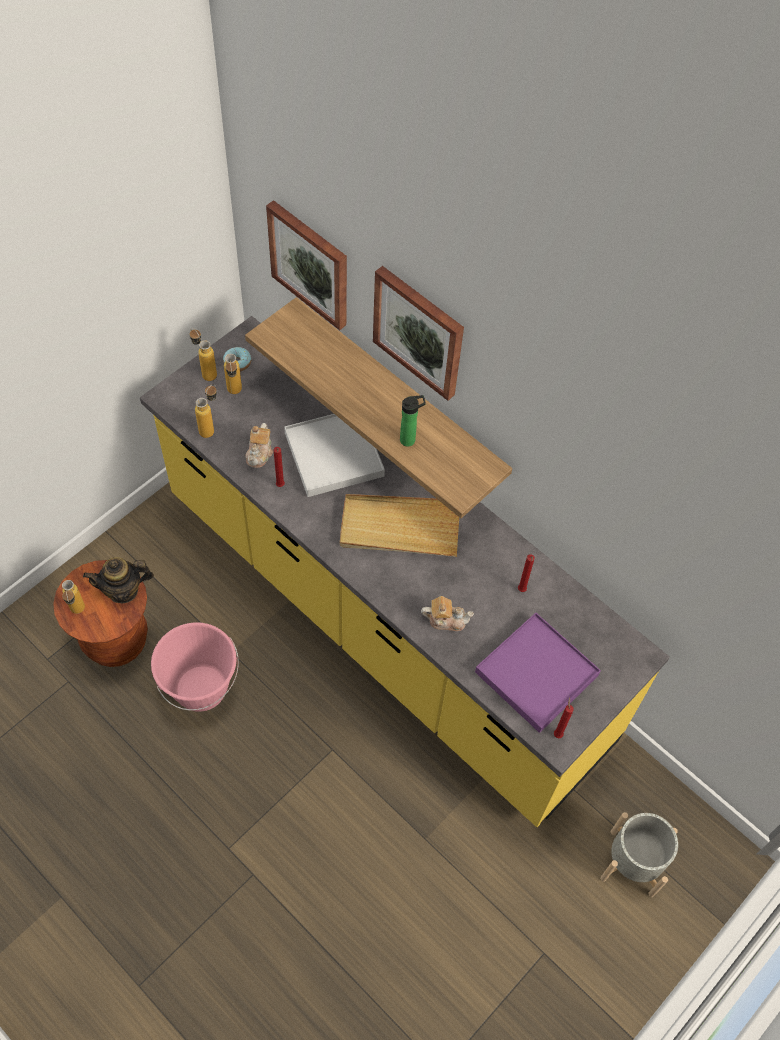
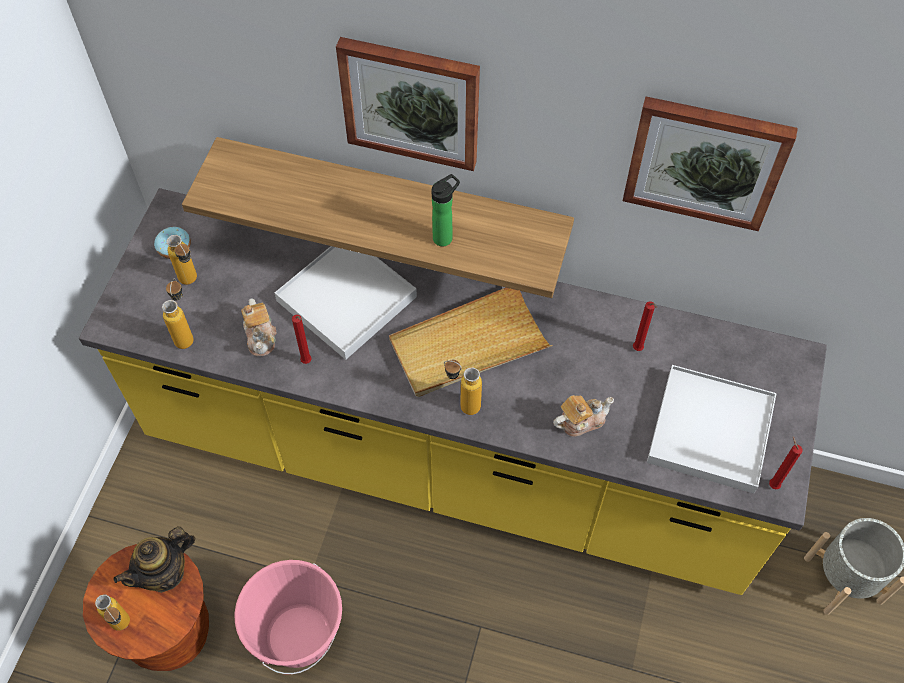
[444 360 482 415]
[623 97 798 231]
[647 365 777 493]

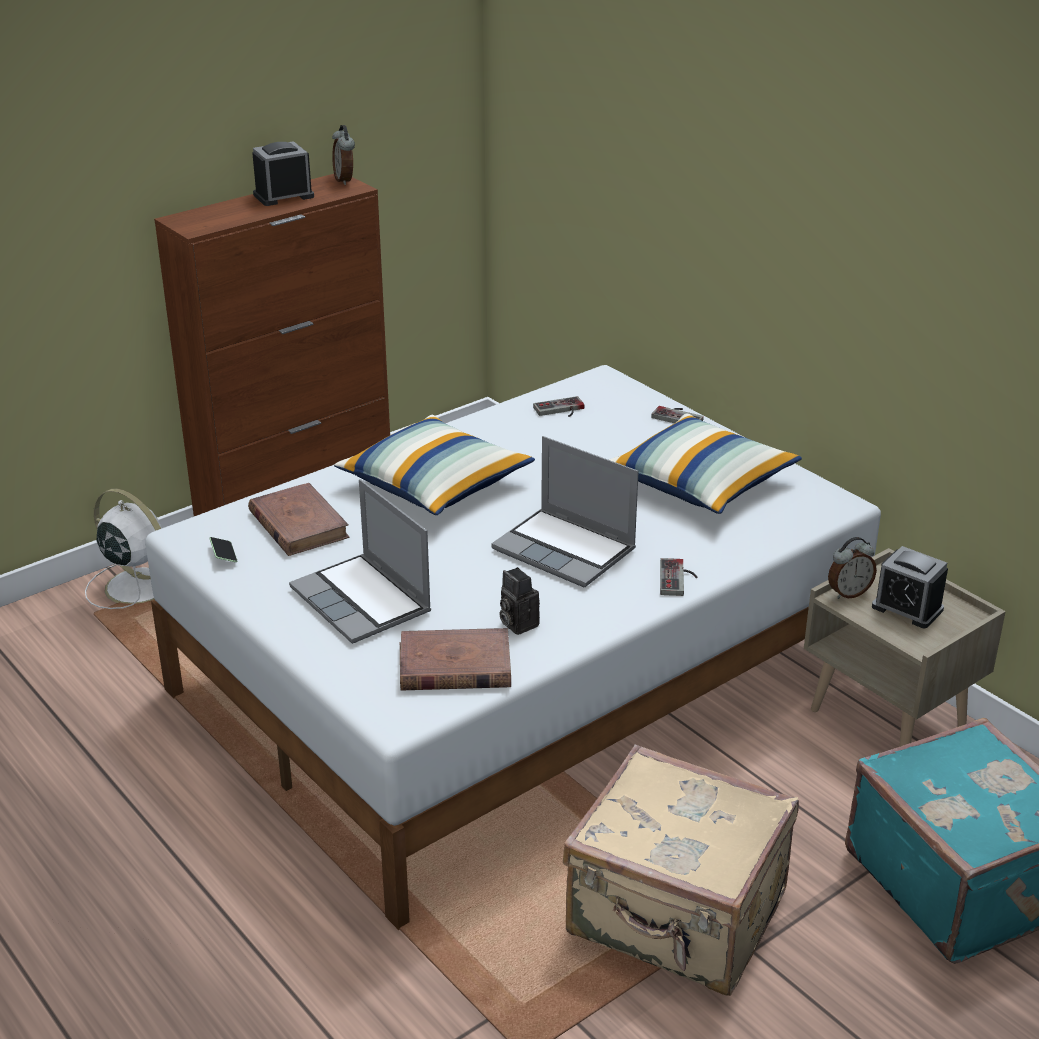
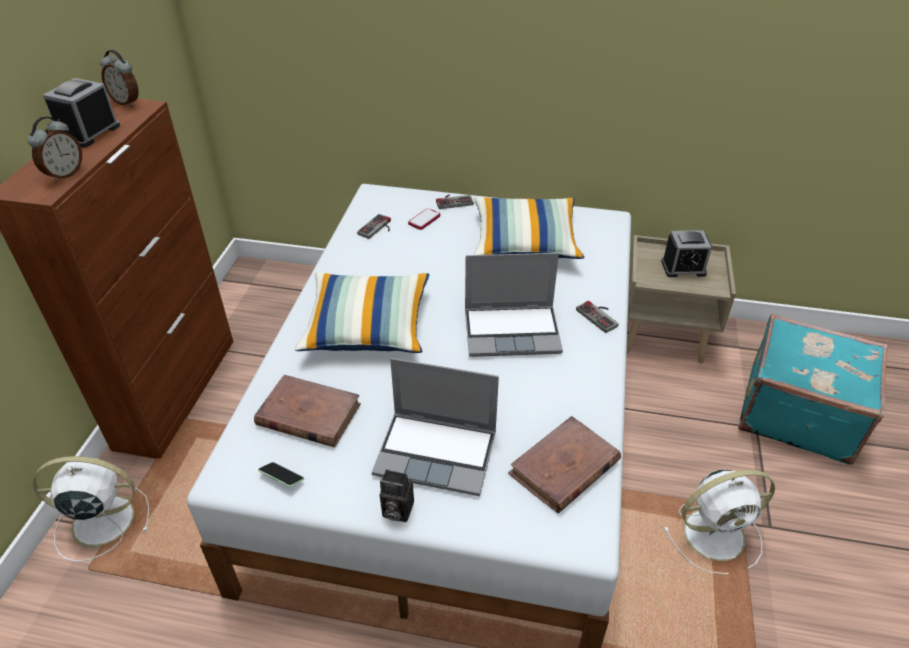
[28 117 82 182]
[380 469 414 522]
[408 208 440 230]
[663 470 775 574]

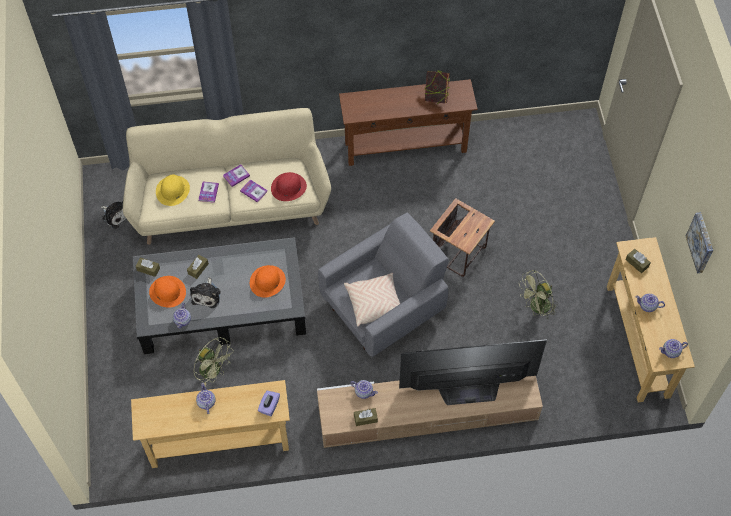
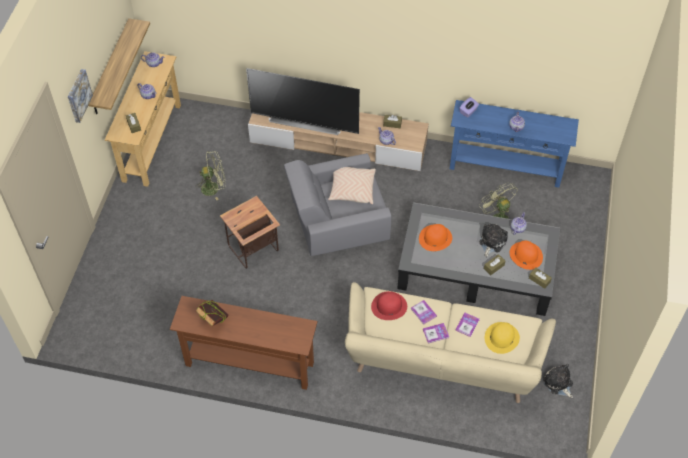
[68 69 93 123]
[88 18 150 114]
[450 100 579 188]

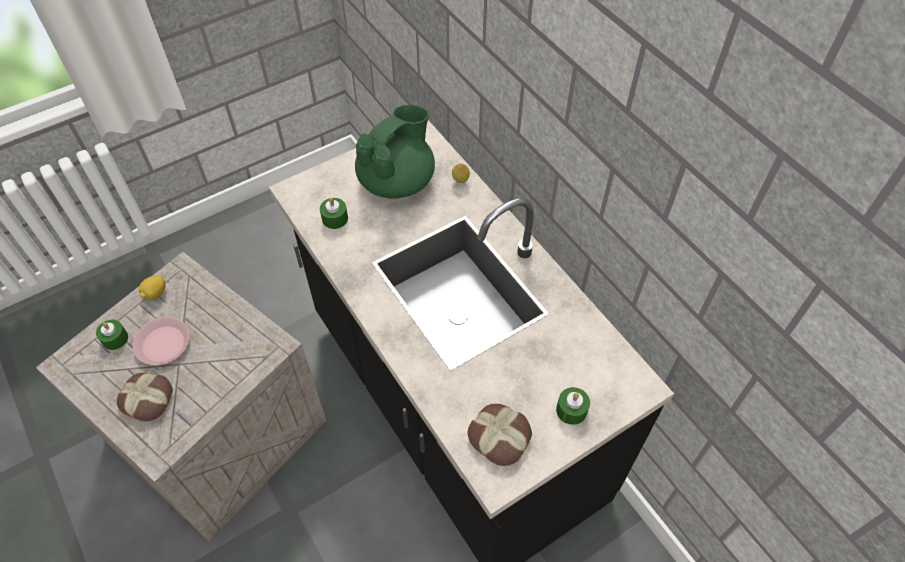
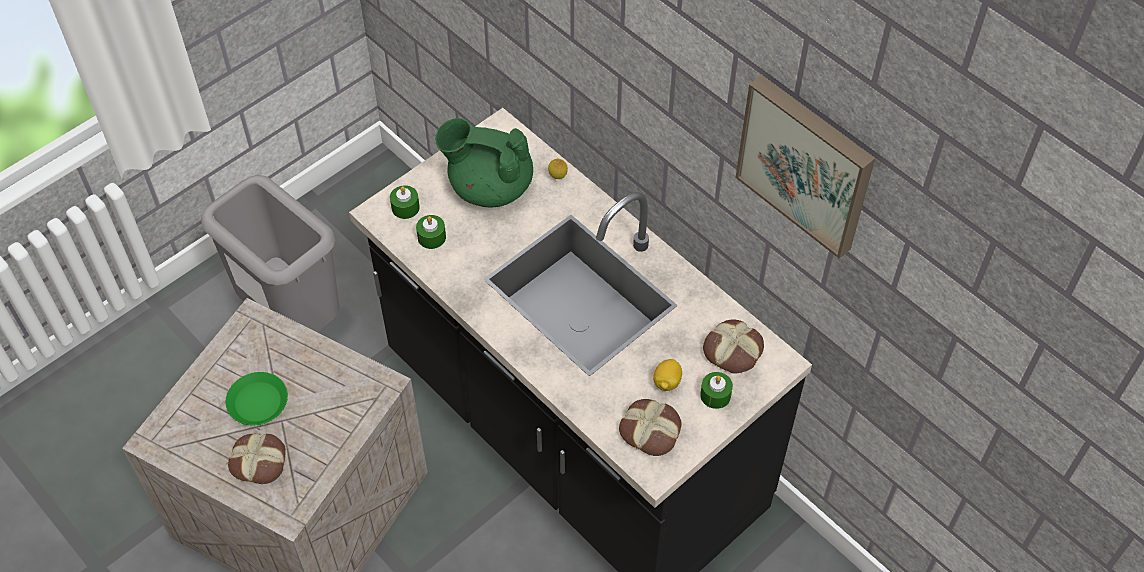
[201 175 340 332]
[226 372 288 425]
[390 185 420 219]
[435 118 533 207]
[653 359 682 391]
[703 319 764 374]
[735 75 875 259]

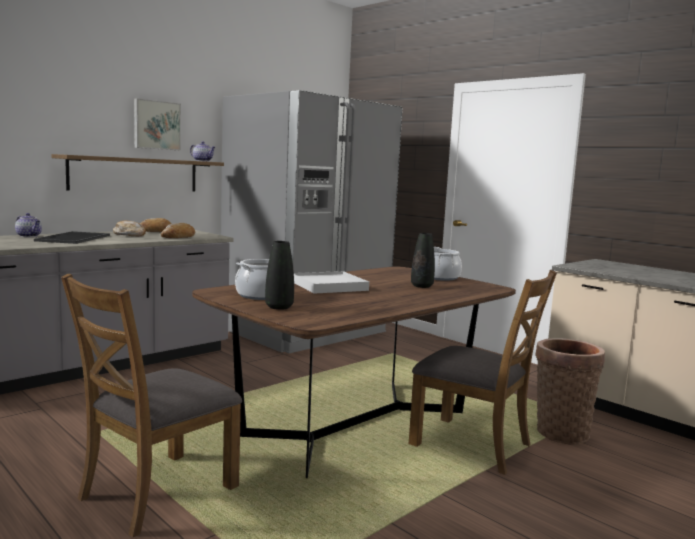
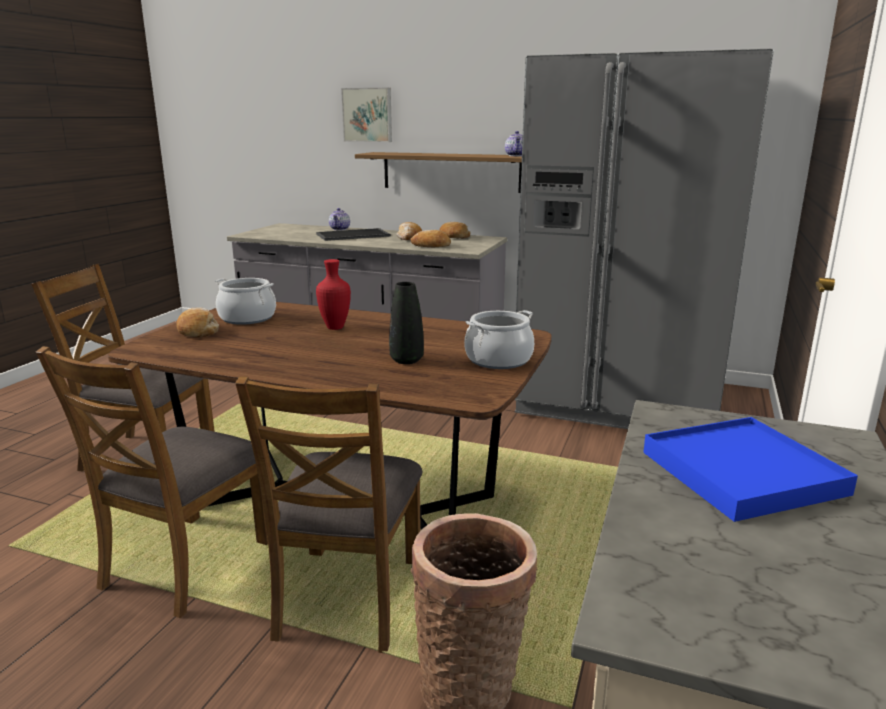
[36 346 268 618]
[176 307 219 338]
[316 259 351 330]
[341 88 392 142]
[644 417 858 522]

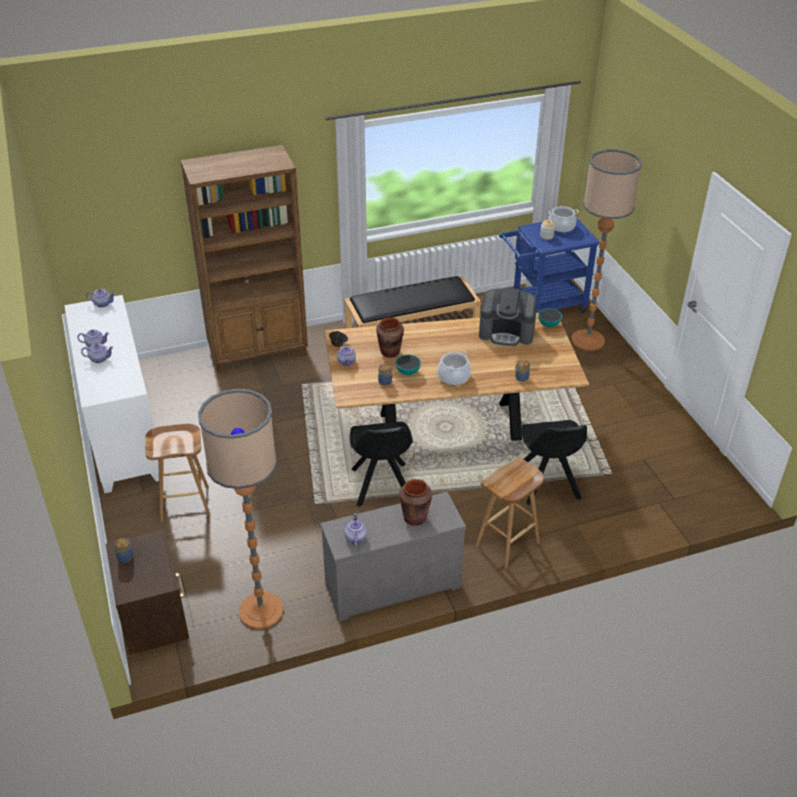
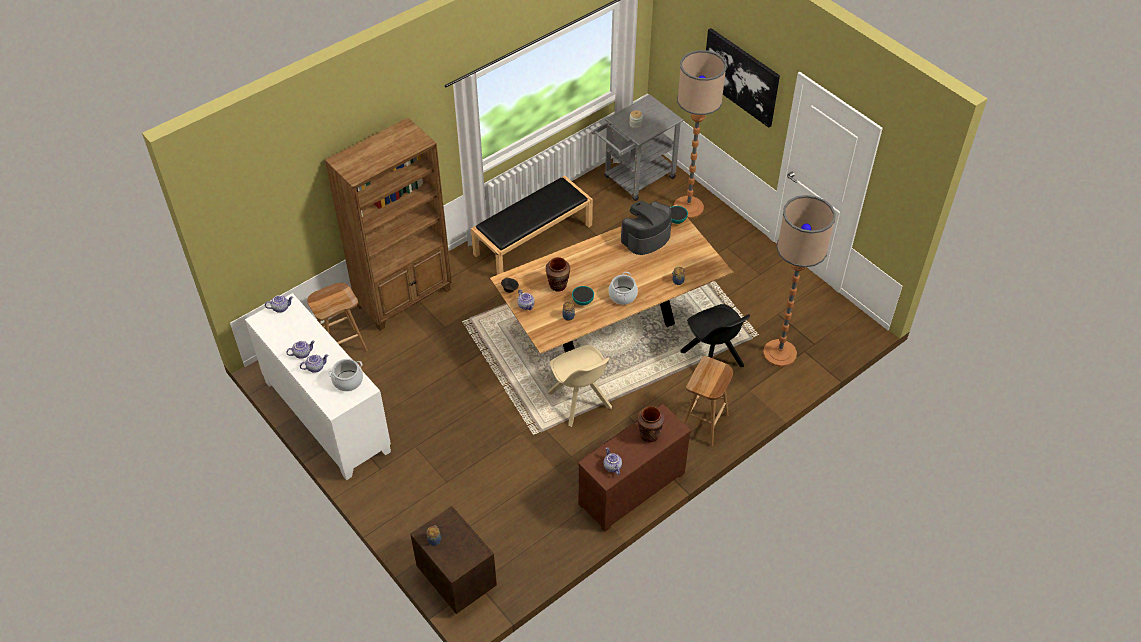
[307 283 367 351]
[328 359 363 391]
[548 345 612 427]
[578 404 691 532]
[592 95 684 201]
[621 200 672 255]
[706 28 780 128]
[763 195 836 367]

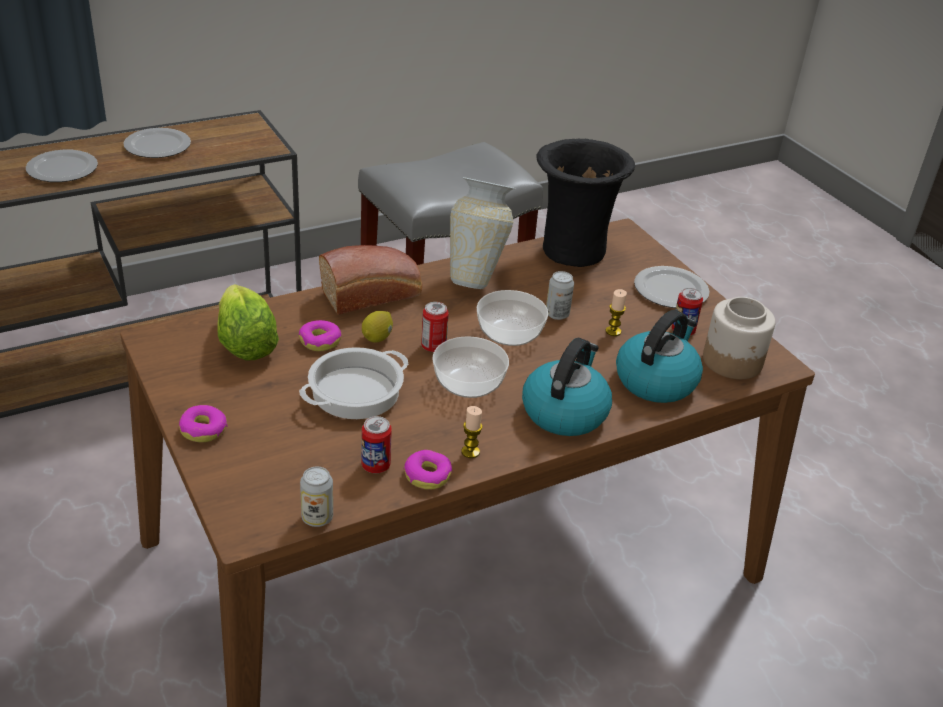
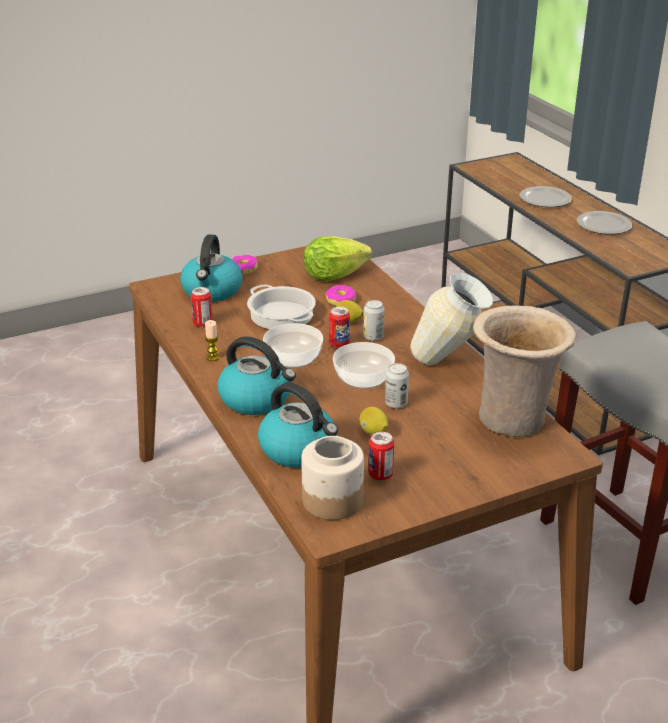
[180 234 242 302]
[360 407 388 435]
[363 300 385 341]
[473 306 576 437]
[319 245 422 315] (first image)
[403 450 452 490] (first image)
[634 266 710 308] (first image)

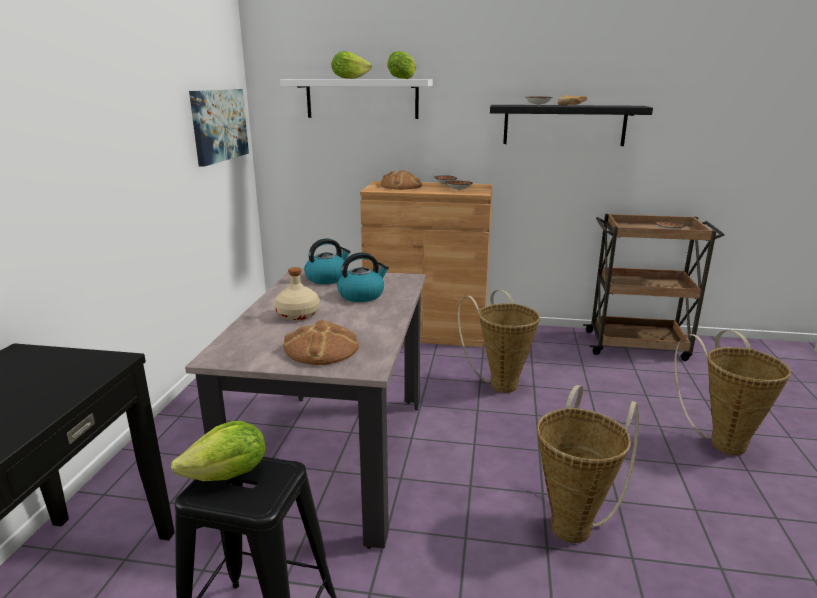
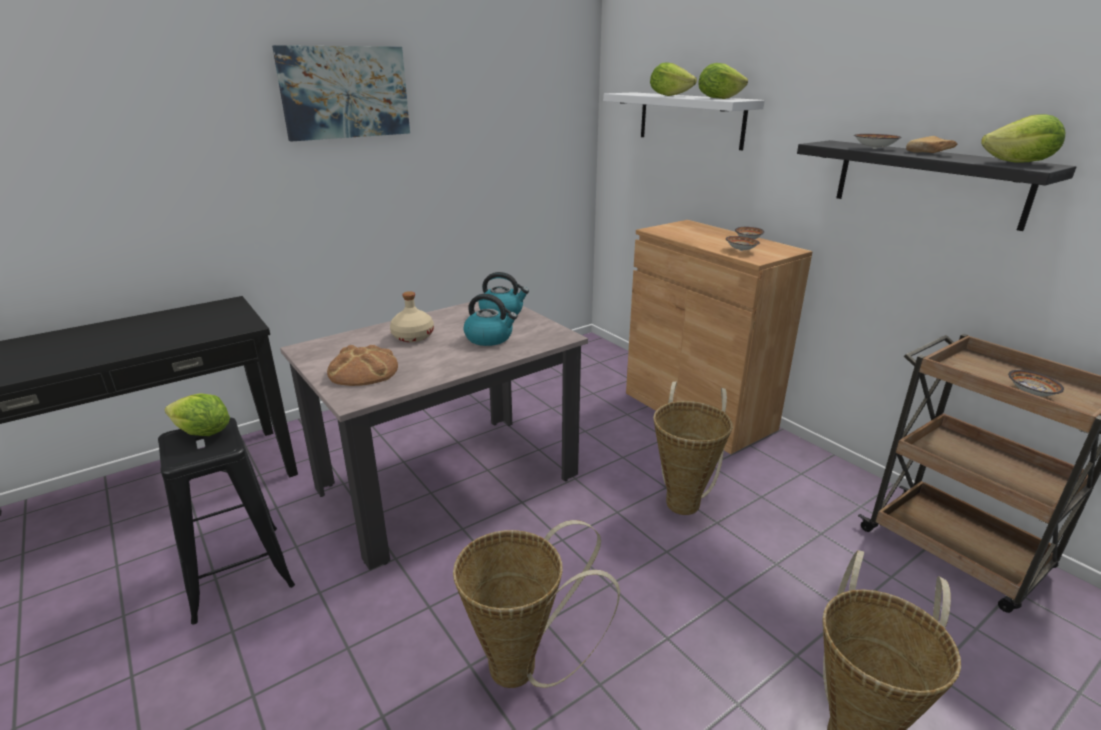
[272 45 410 142]
[981 114 1065 163]
[380 170 422 190] (first image)

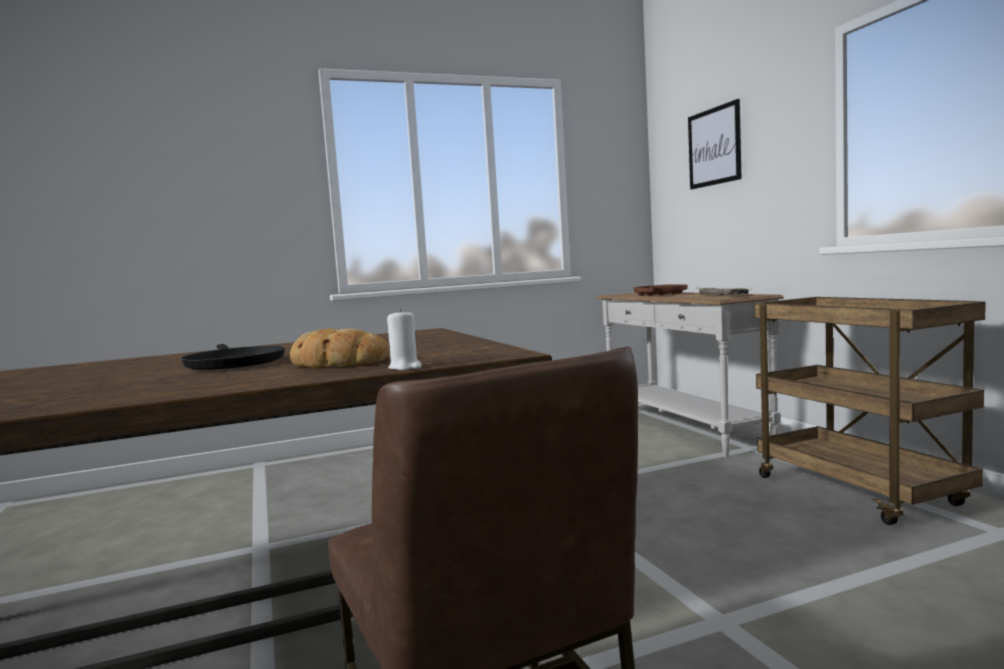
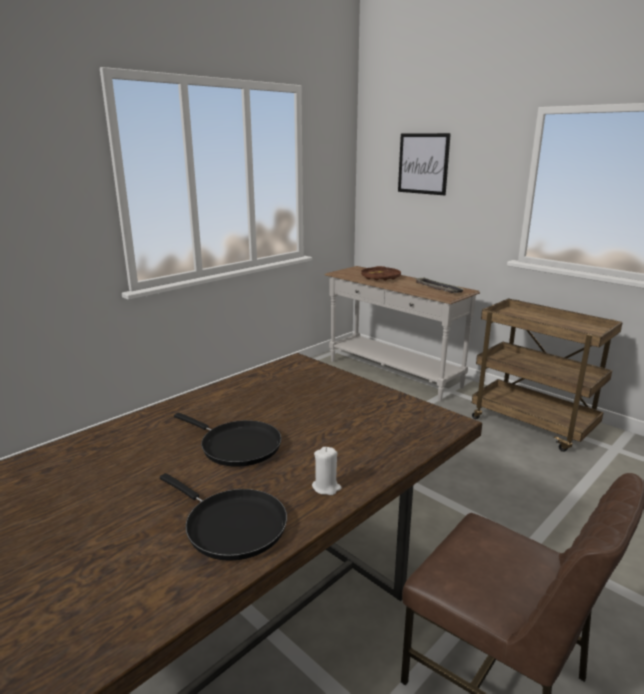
[160 473 287 561]
[312 447 342 495]
[290 329 390 368] (first image)

